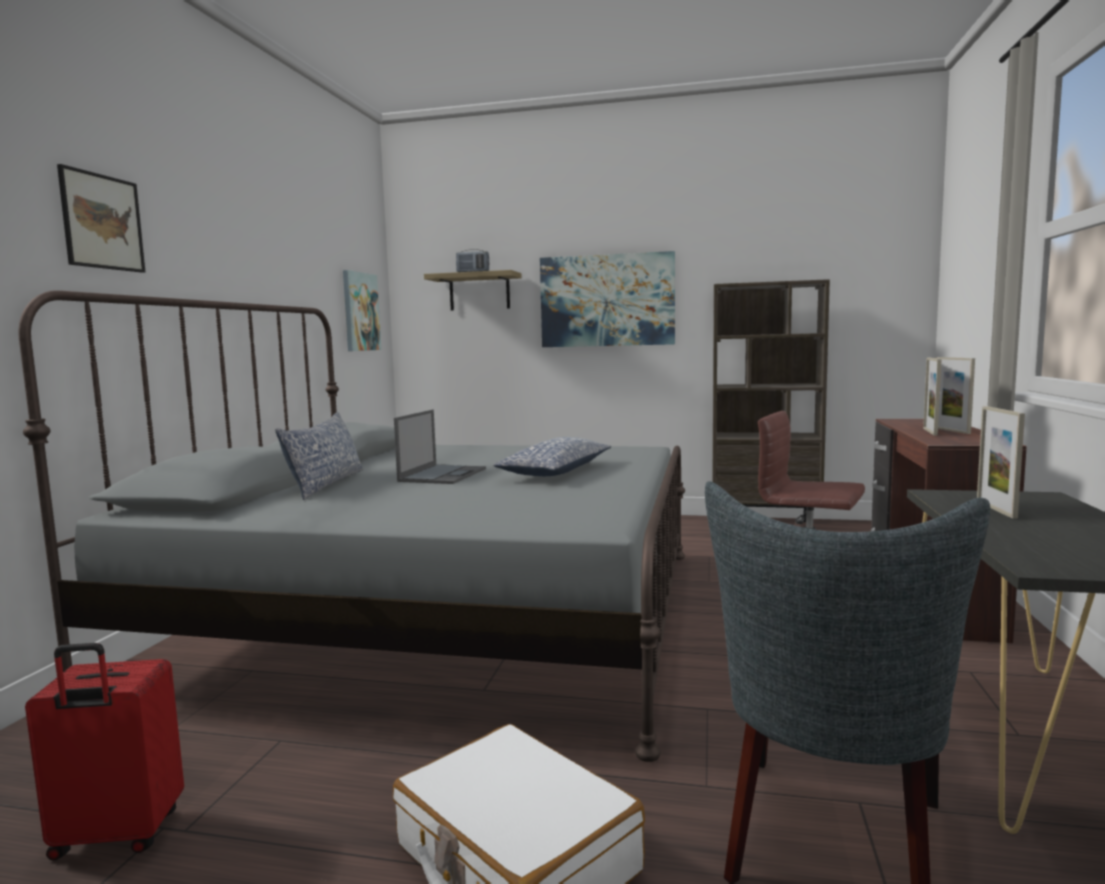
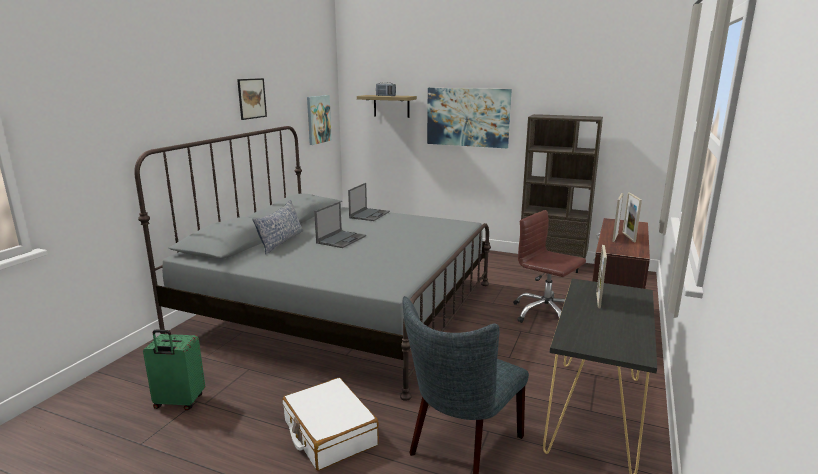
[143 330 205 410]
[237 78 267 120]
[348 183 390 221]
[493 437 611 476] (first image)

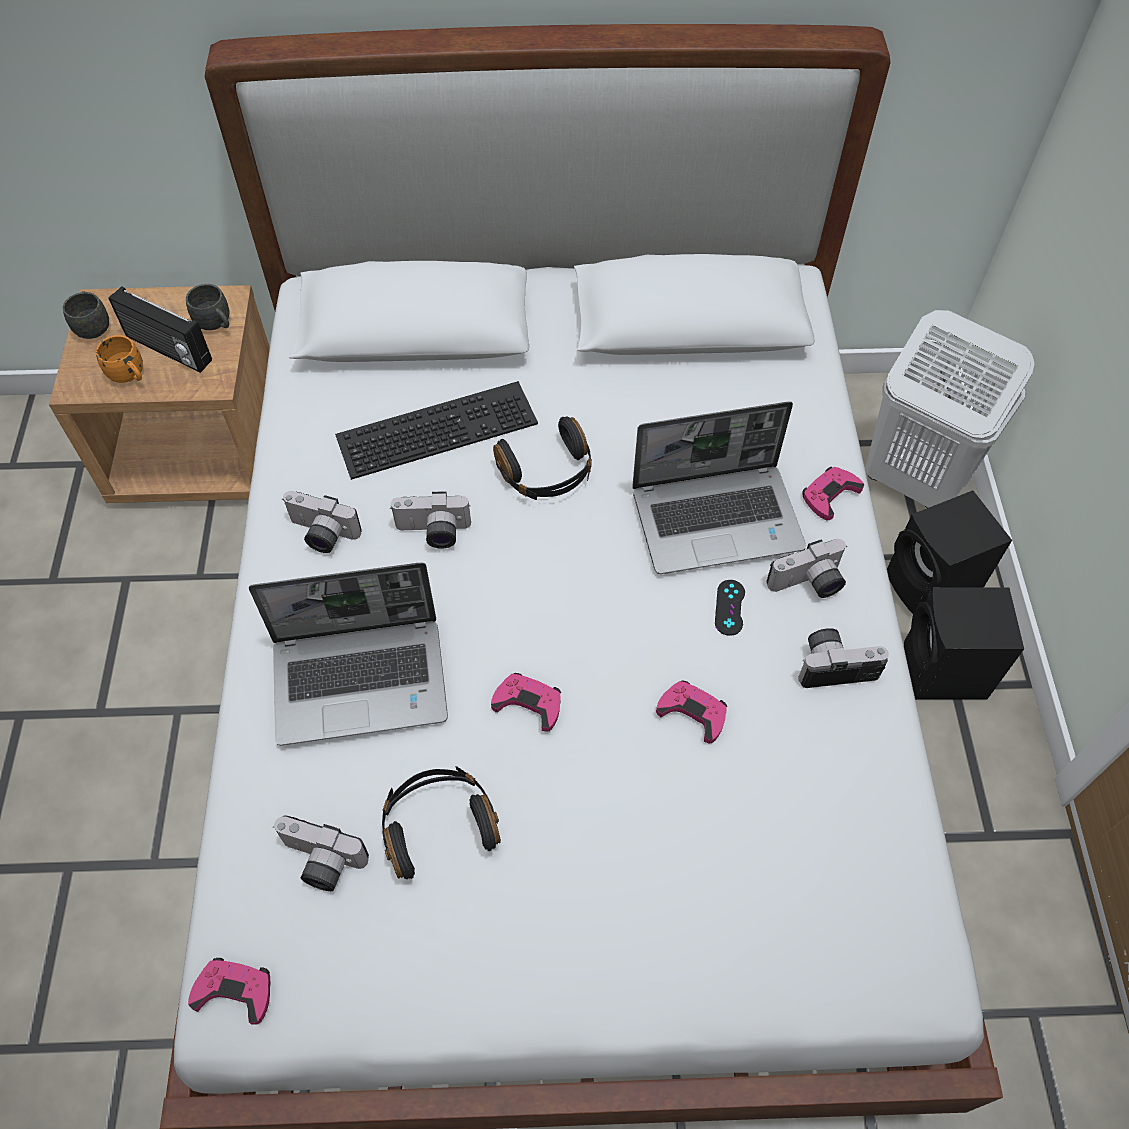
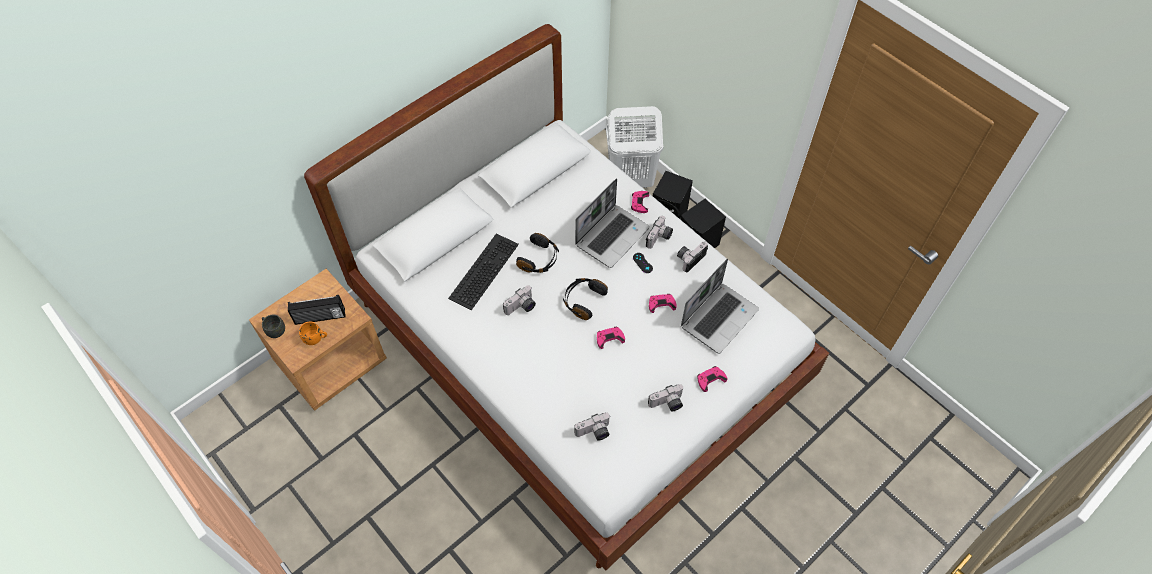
[563 278 608 320]
[648 384 683 411]
[681 258 759 354]
[697 366 728 392]
[186 284 229 330] (first image)

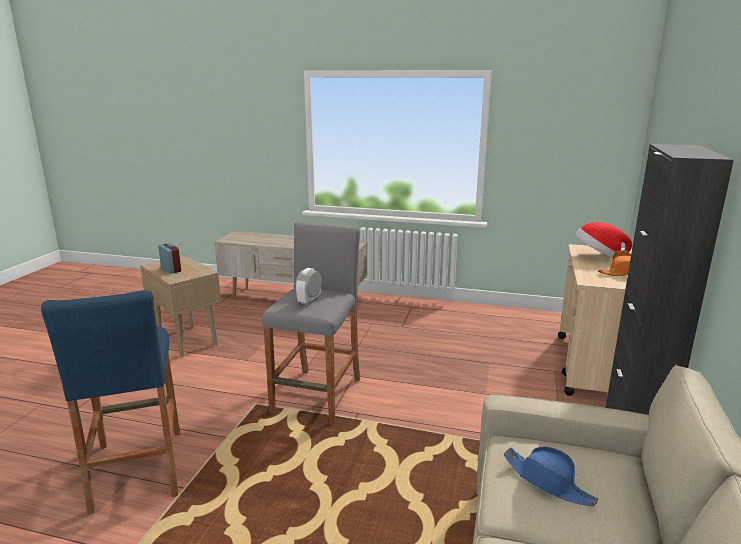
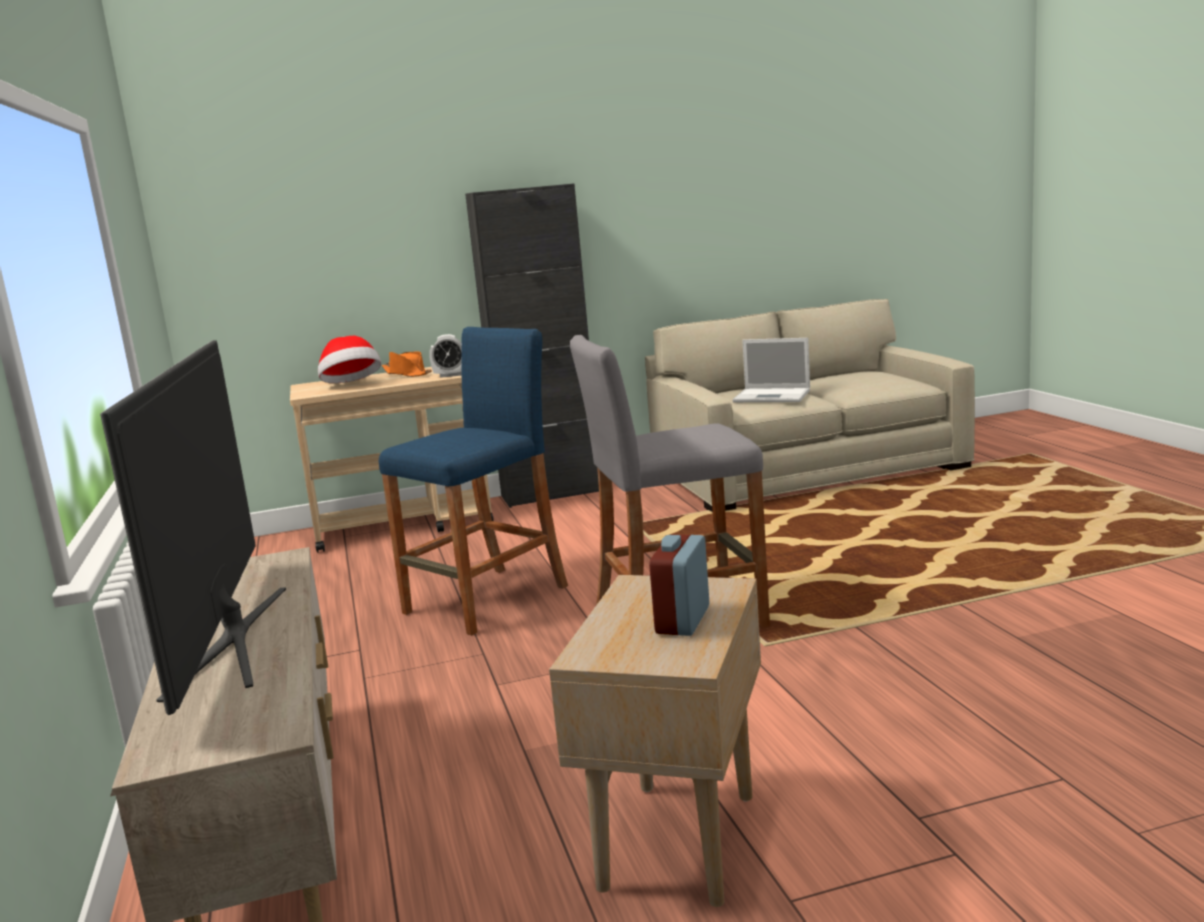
[100 340 286 715]
[379 327 568 636]
[429 334 462 378]
[732 338 810 402]

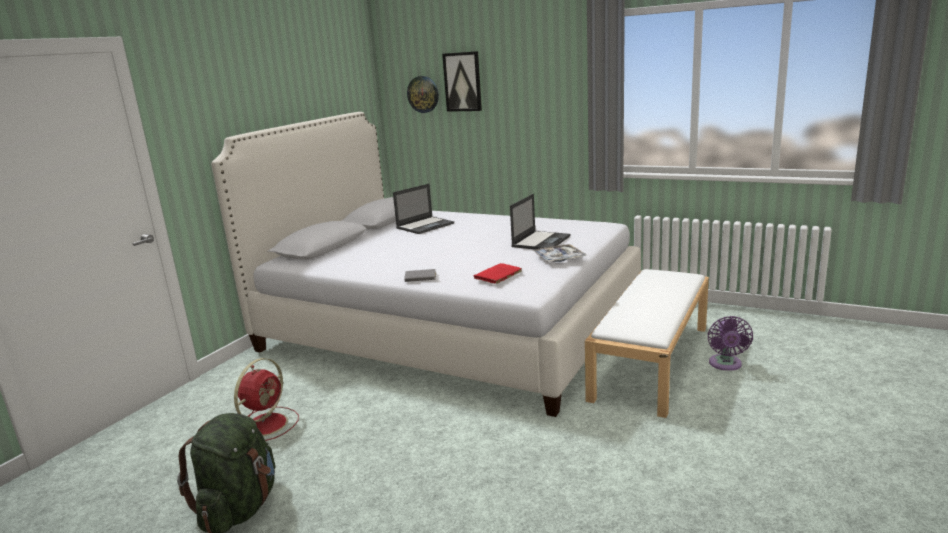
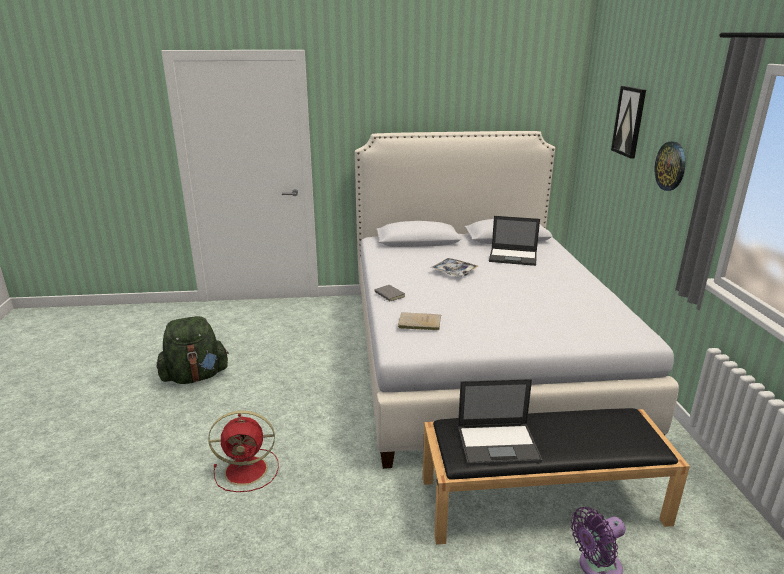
[208 410 279 492]
[398 312 441 330]
[423 408 690 545]
[430 258 478 277]
[458 379 542 466]
[655 142 685 191]

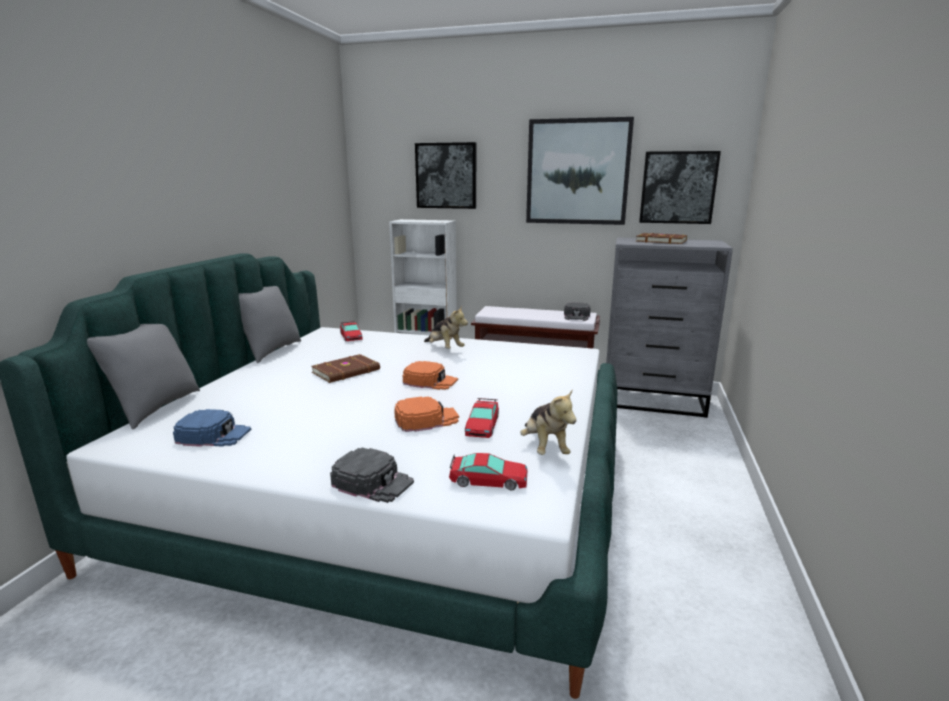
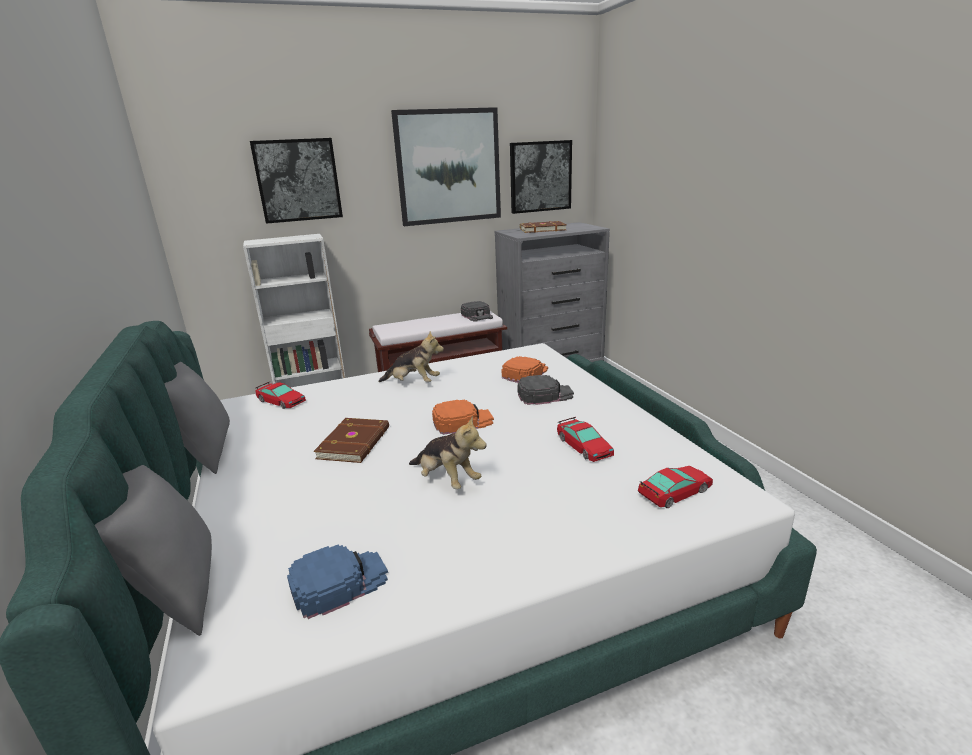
[409 416 487 489]
[502 356 548 383]
[517 375 574 405]

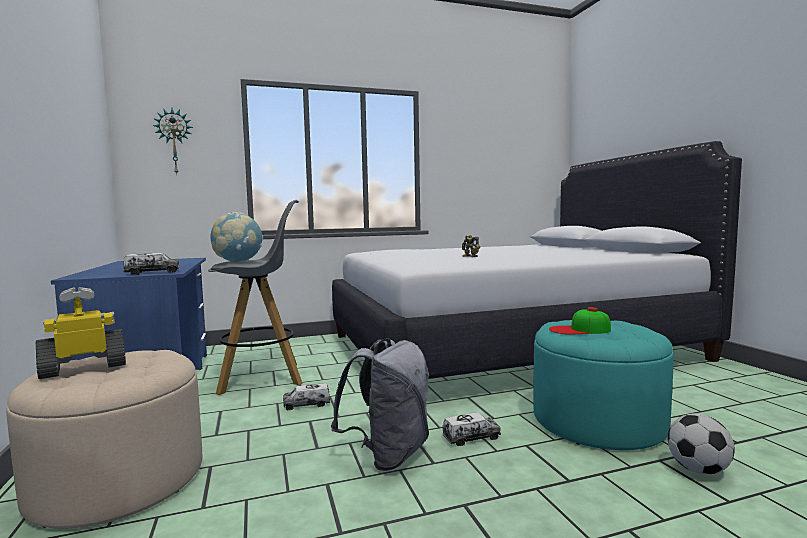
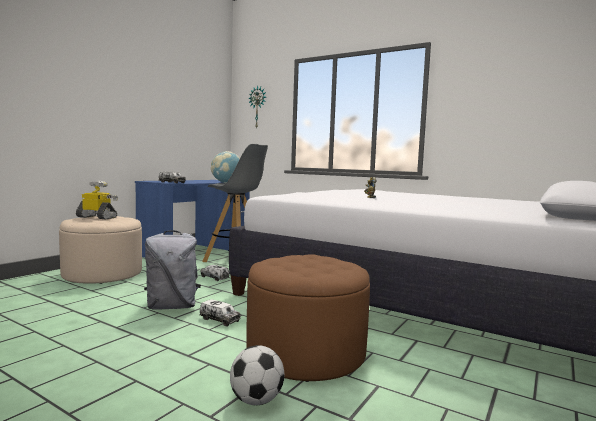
[246 254 370 382]
[549 307 611 335] (first image)

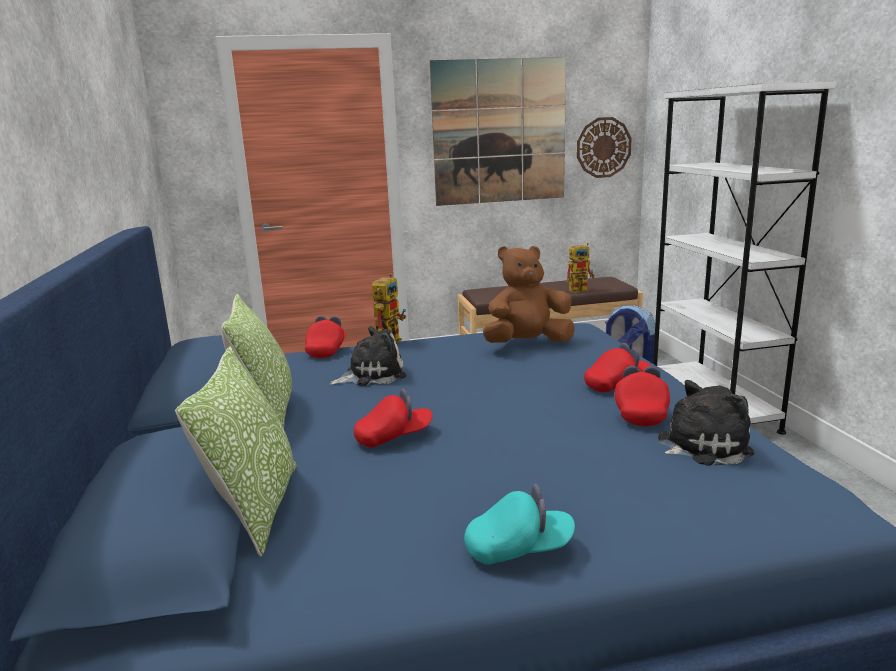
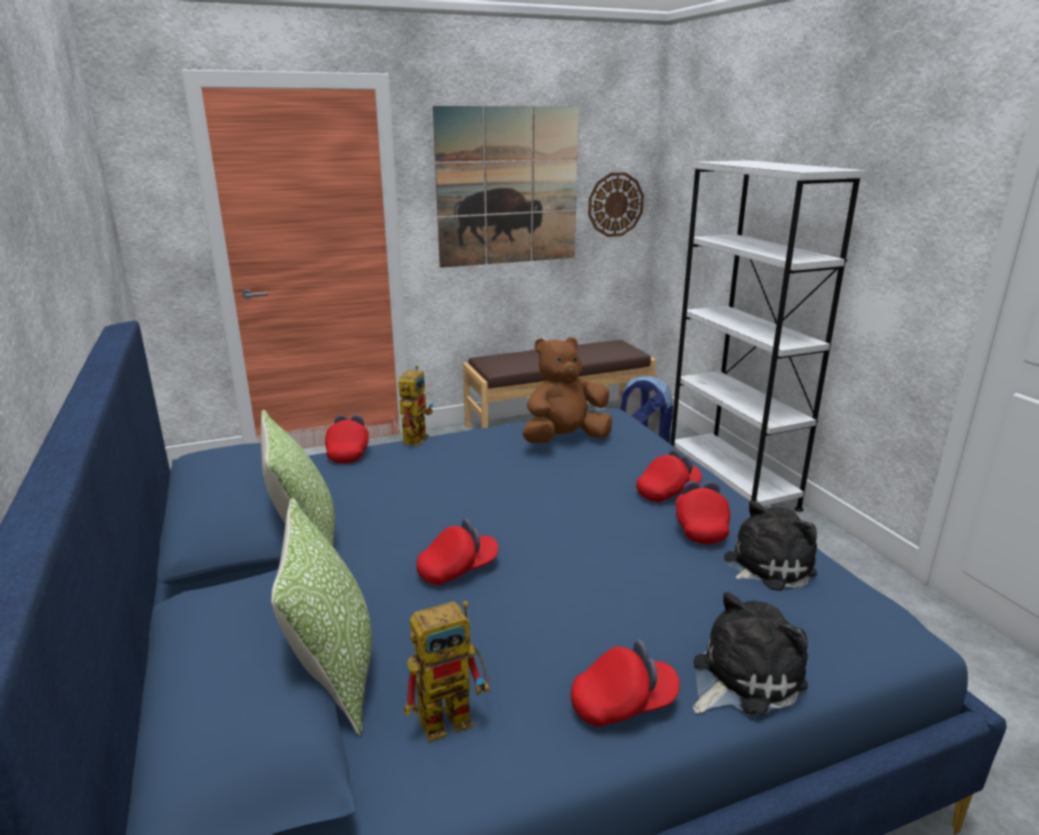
[405 601 489 742]
[571 640 680 727]
[693 592 808 716]

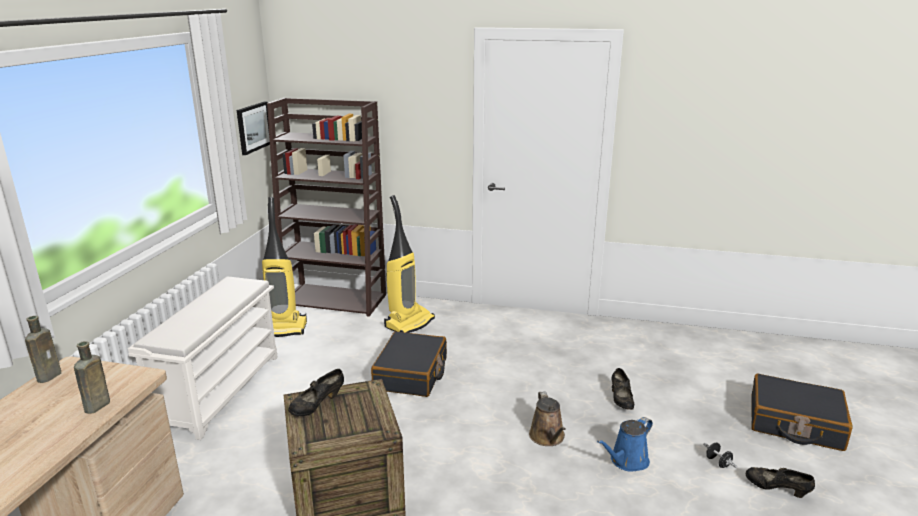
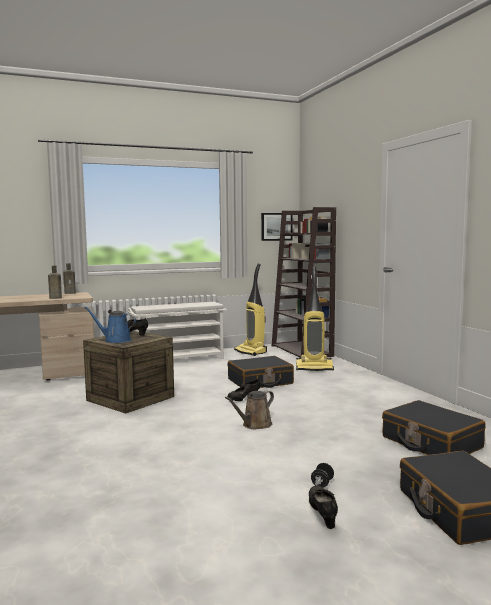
[84 306 136 343]
[227 379 260 401]
[382 400 486 455]

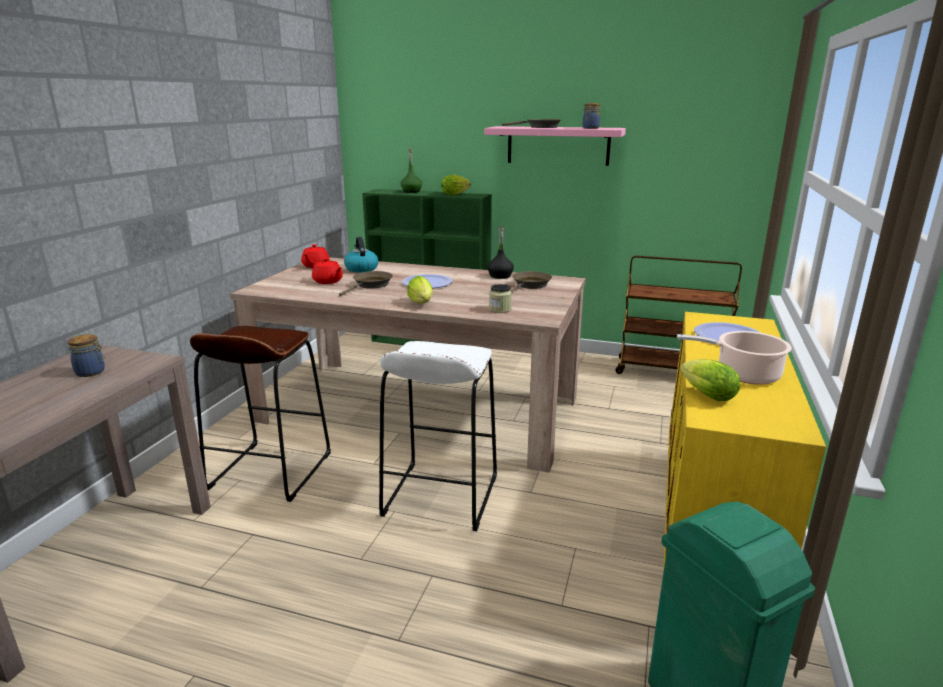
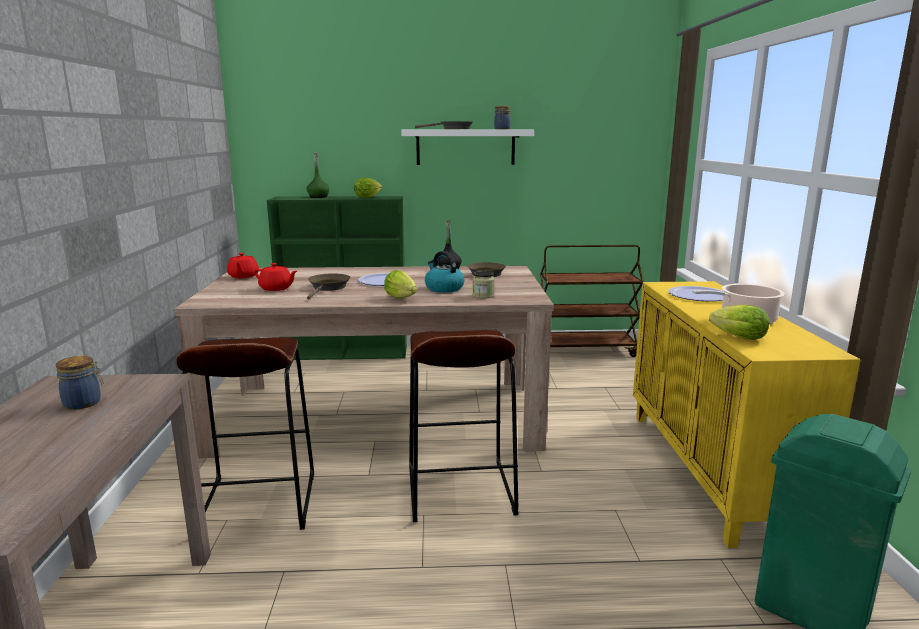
[401 130 534 165]
[409 330 519 522]
[425 251 464 293]

